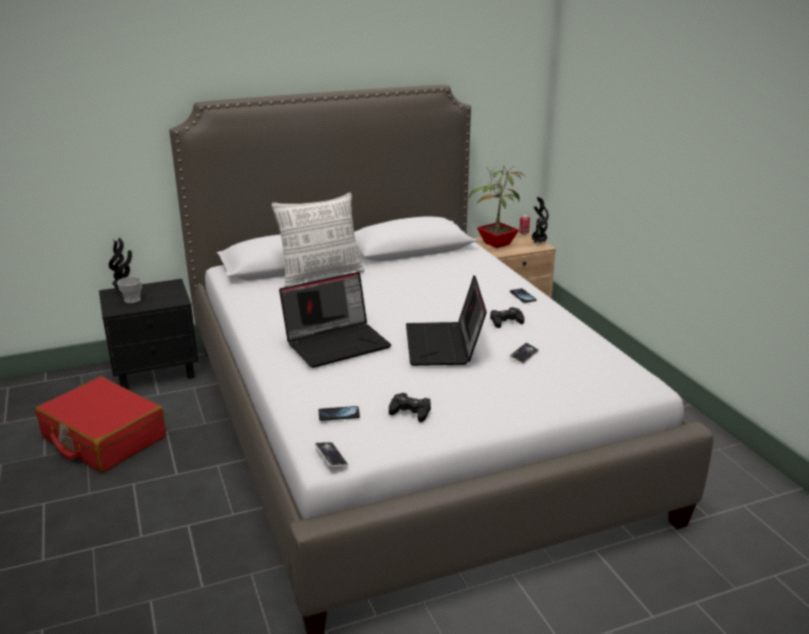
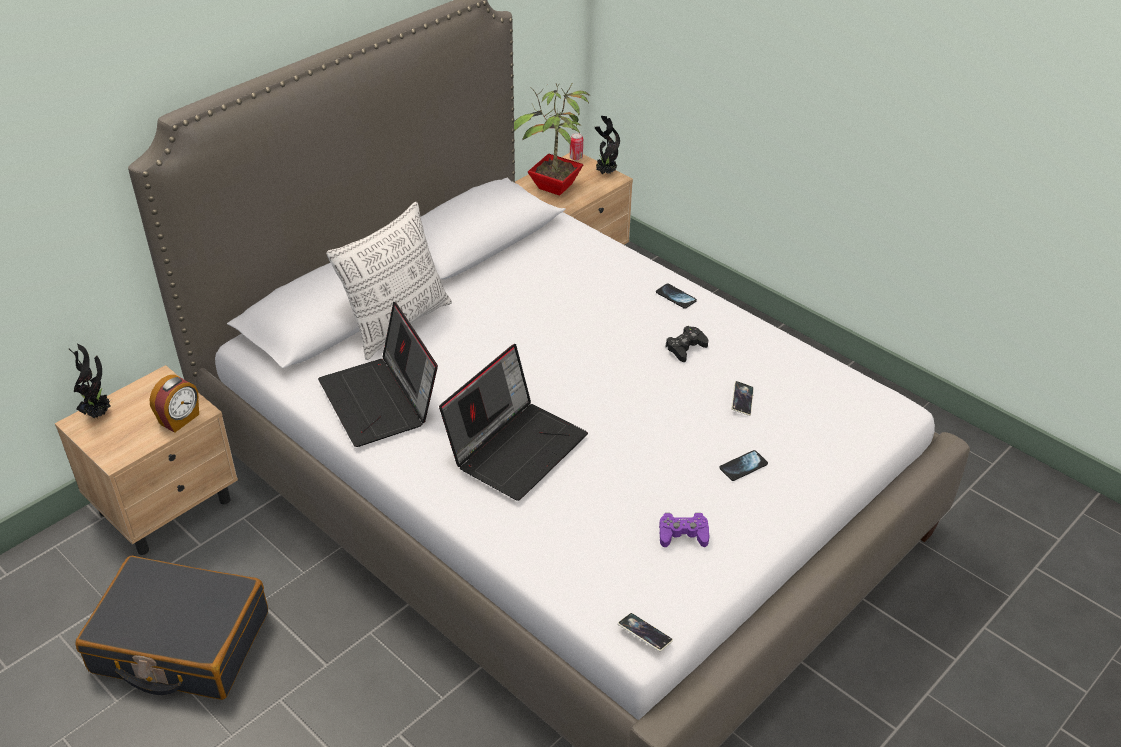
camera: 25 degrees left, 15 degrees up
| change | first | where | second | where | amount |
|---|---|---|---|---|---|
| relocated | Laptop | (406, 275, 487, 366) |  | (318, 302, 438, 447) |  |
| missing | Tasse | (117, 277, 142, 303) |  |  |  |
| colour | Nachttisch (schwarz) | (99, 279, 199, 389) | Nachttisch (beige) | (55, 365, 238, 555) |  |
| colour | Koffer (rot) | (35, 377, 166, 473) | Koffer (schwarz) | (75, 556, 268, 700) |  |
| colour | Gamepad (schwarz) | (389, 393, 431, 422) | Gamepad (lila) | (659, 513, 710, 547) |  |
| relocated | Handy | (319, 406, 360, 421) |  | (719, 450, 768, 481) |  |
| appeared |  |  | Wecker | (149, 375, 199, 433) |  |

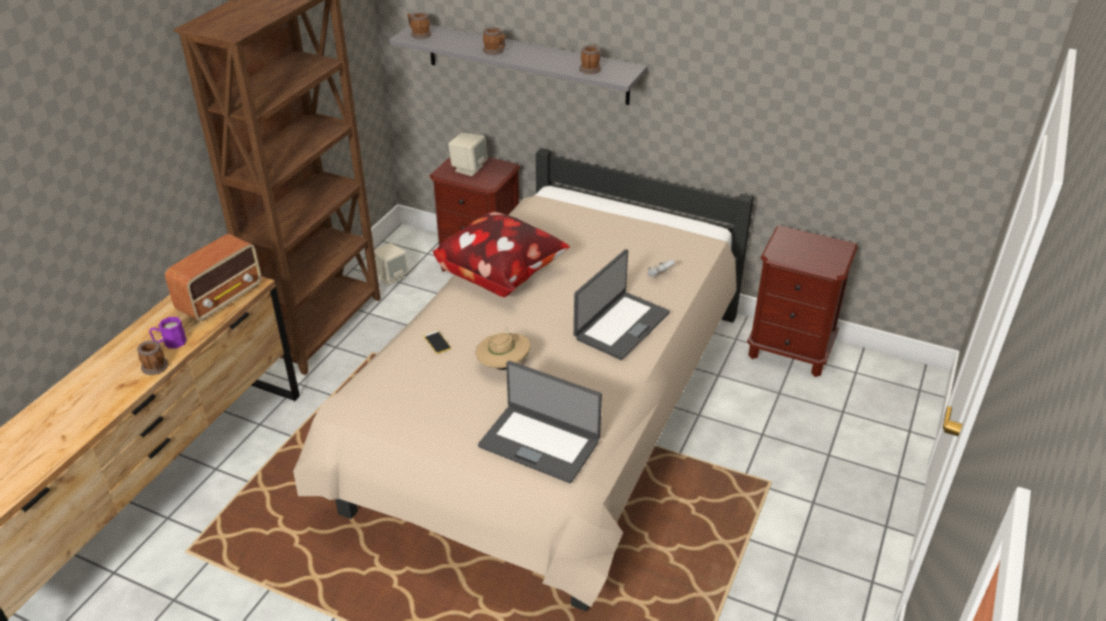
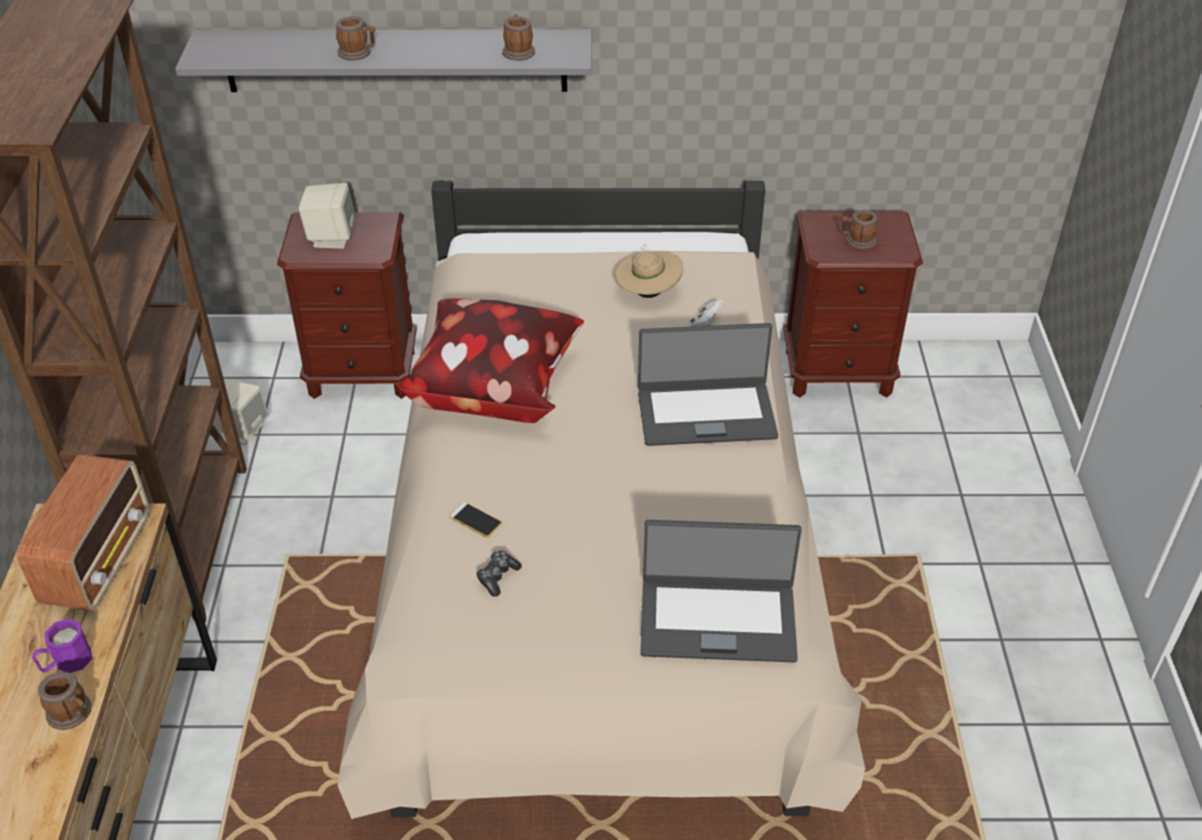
camera: 25 degrees left, 5 degrees up
| change | first | where | second | where | amount |
|---|---|---|---|---|---|
| relocated | Henkelbecher | (407, 12, 431, 39) |  | (841, 210, 877, 250) |  |
| spun | Laptop | (574, 249, 670, 360) |  | (638, 323, 778, 446) | 75 degrees clockwise |
| relocated | Hut (beige) | (475, 327, 530, 370) |  | (615, 245, 683, 298) |  |
| appeared |  |  | Gamepad | (476, 551, 522, 597) |  |

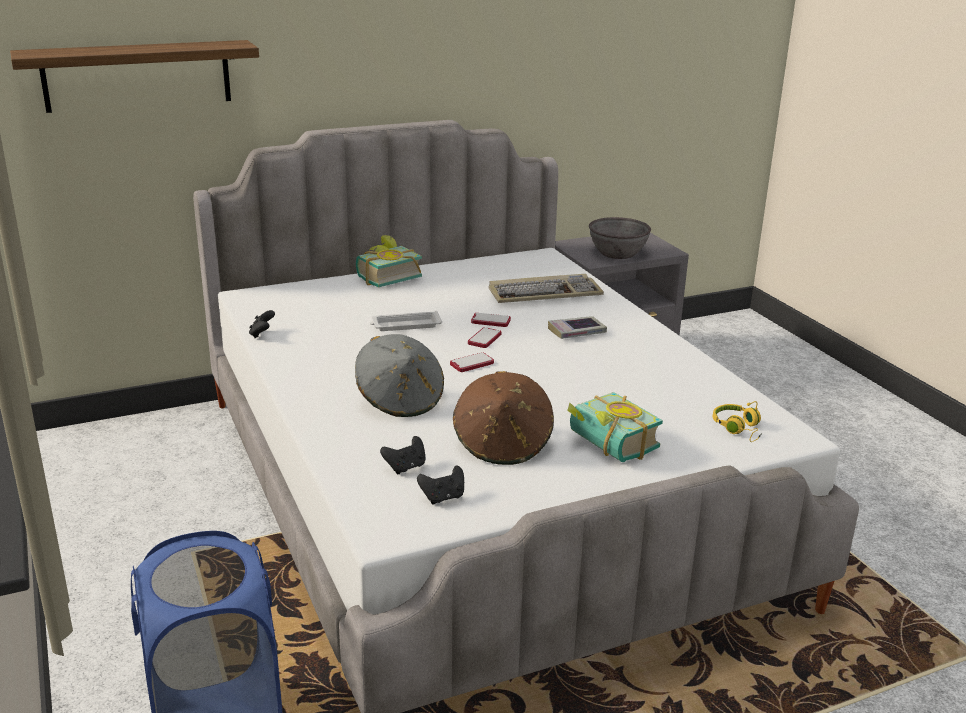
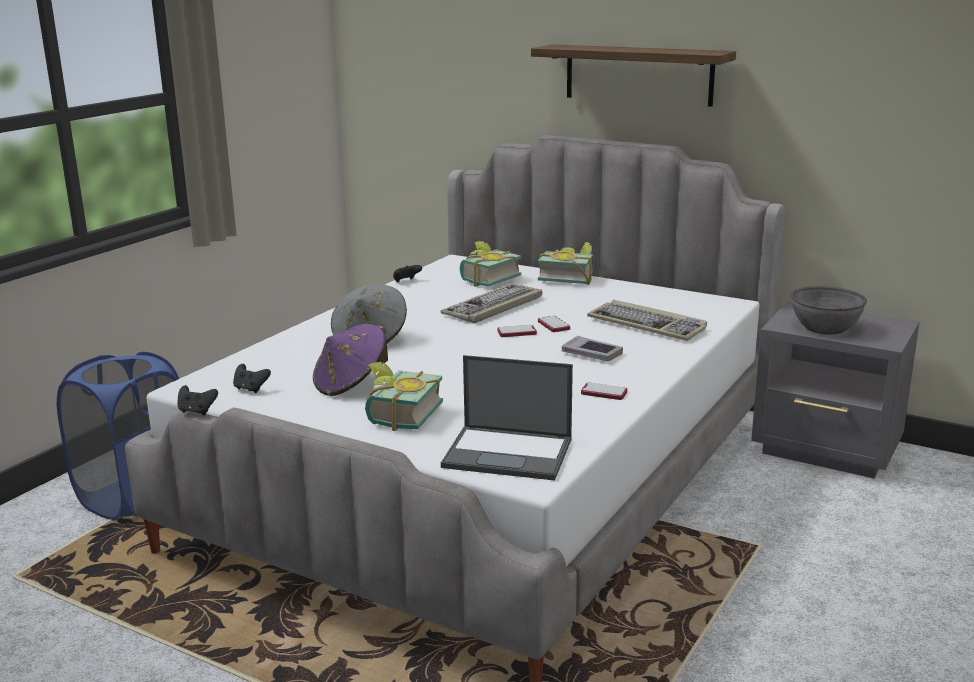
camera: 55 degrees right, 5 degrees down
| change | first | where | second | where | amount |
|---|---|---|---|---|---|
| relocated | Wandregal | (10, 40, 259, 113) |  | (531, 44, 736, 107) |  |
| exchanged | Tablett (weiß) | (370, 311, 442, 331) | Tastatur | (440, 284, 543, 323) |  |
| relocated | Handy | (450, 352, 494, 372) |  | (581, 382, 627, 400) |  |
| colour | Hut (braun) | (453, 371, 554, 465) | Hut (lila) | (313, 324, 388, 396) |  |
| exchanged | Kopfhörer (gelb) | (713, 401, 761, 442) | Laptop | (441, 355, 573, 481) |  |
| relocated | Gamepad (schwarz) | (380, 436, 426, 474) |  | (178, 385, 218, 415) |  |
| appeared |  |  | Buch | (460, 241, 521, 286) |  |

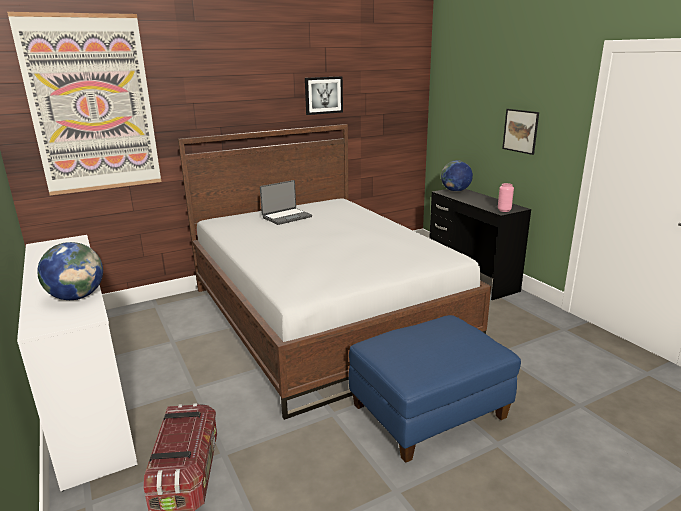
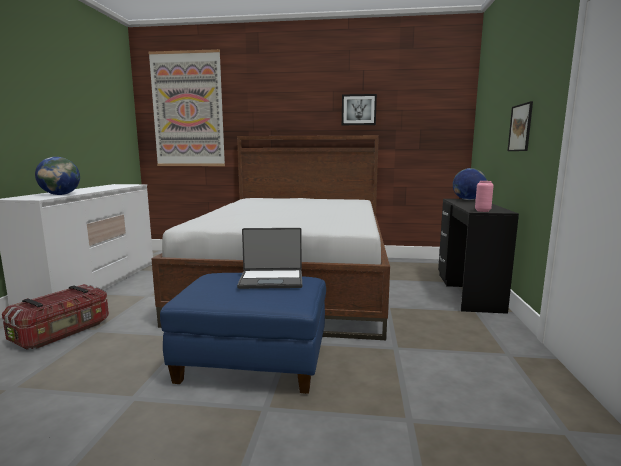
camera: 35 degrees right, 10 degrees down
| change | first | where | second | where | amount |
|---|---|---|---|---|---|
| relocated | Laptop | (260, 180, 312, 225) |  | (237, 228, 302, 289) |  |

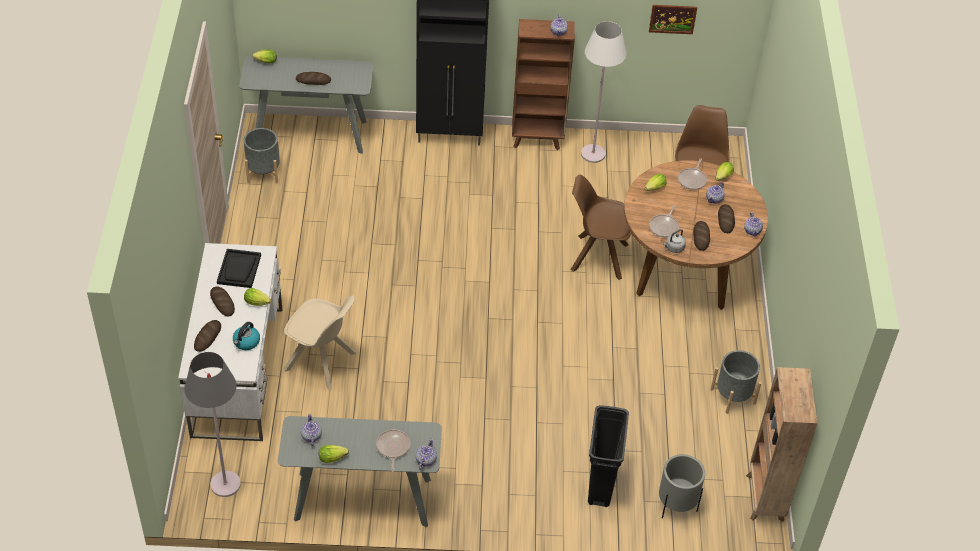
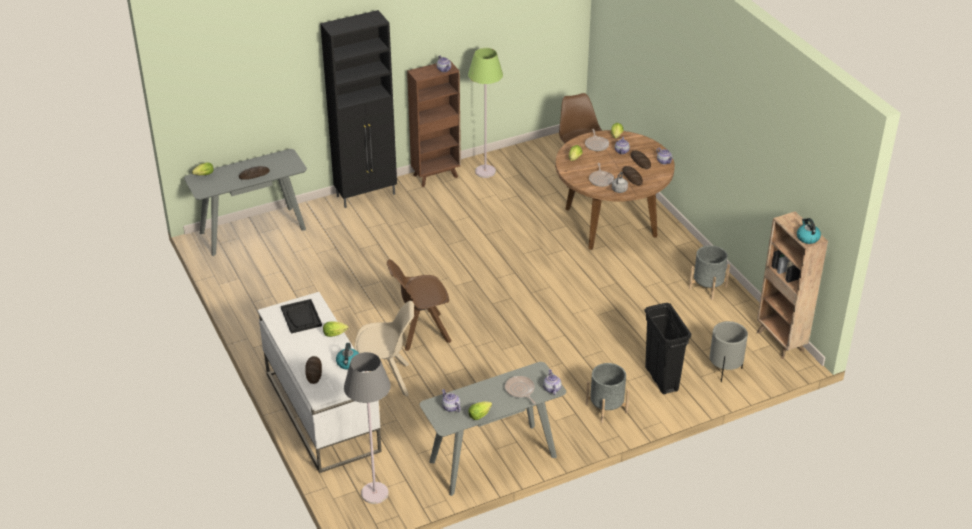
camera: 25 degrees left, 10 degrees down
| change | first | where | second | where | amount |
|---|---|---|---|---|---|
| missing | Bild | (649, 5, 697, 34) |  |  |  |
| colour | Stehlampe (weiß) | (581, 21, 626, 163) | Stehlampe (grün) | (468, 48, 503, 178) |  |
| relocated | Pflanzkübel (grau) | (244, 128, 280, 184) |  | (586, 363, 630, 423) |  |
| relocated | Stuhl (braun) | (570, 175, 631, 280) |  | (387, 260, 451, 351) |  |
| missing | Brot | (210, 287, 235, 316) |  |  |  |
| appeared |  |  | Wasserkessel | (797, 218, 821, 244) |  |

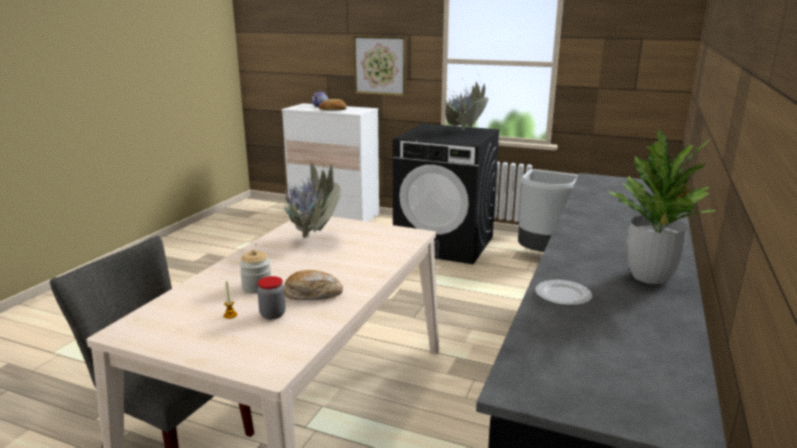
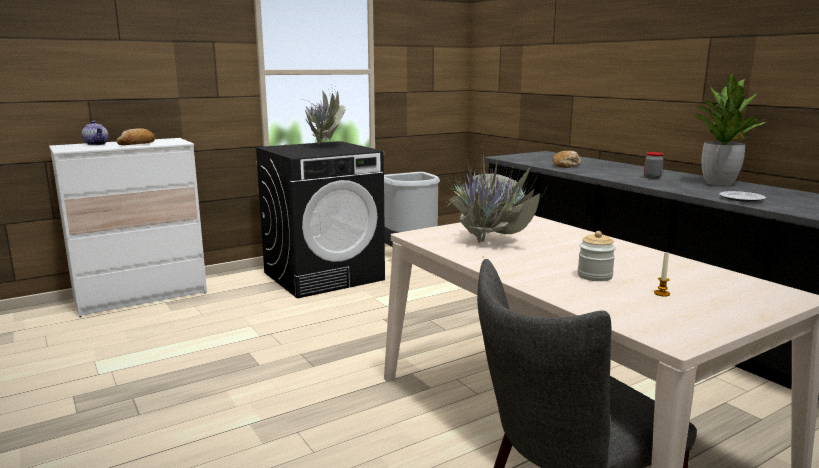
camera: 55 degrees left, 5 degrees down
| change | first | where | second | where | amount |
|---|---|---|---|---|---|
| missing | Bild | (353, 36, 406, 96) |  |  |  |
| relocated | Brot | (284, 270, 343, 300) |  | (552, 151, 581, 168) |  |
| relocated | Vorratsglas | (257, 276, 286, 320) |  | (644, 152, 664, 179) |  |

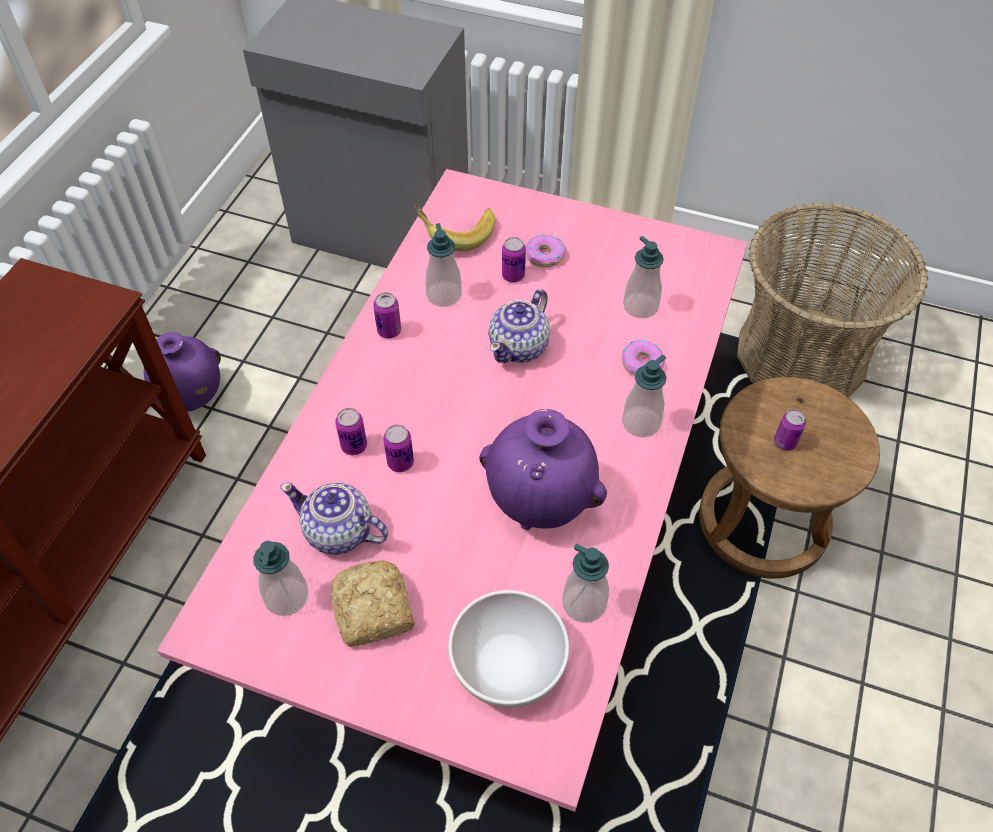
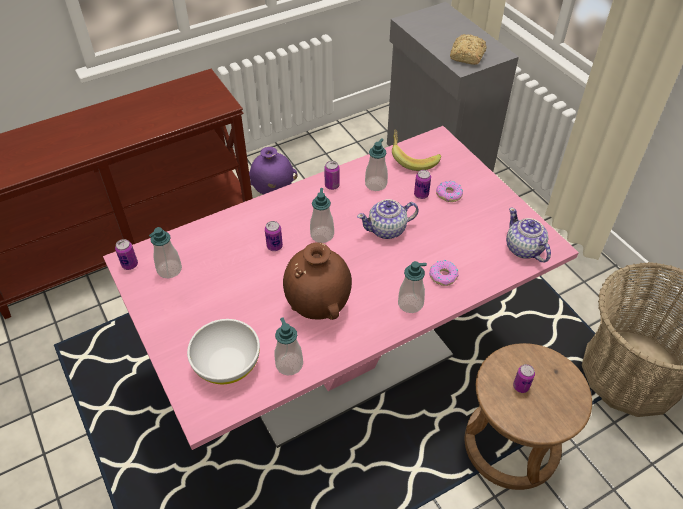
camera: 40 degrees right, 5 degrees down
| change | first | where | second | where | amount |
|---|---|---|---|---|---|
| relocated | Seifenspender | (623, 236, 664, 318) |  | (310, 188, 334, 243) |  |
| relocated | Dose | (335, 408, 367, 455) |  | (115, 239, 138, 270) |  |
| colour | Vase (lila) | (479, 409, 607, 530) | Vase (braun) | (283, 242, 352, 320) |  |
| relocated | Teekanne | (280, 482, 388, 555) |  | (506, 208, 551, 262) |  |
| relocated | Brot | (331, 560, 415, 647) |  | (450, 34, 487, 65) |  |

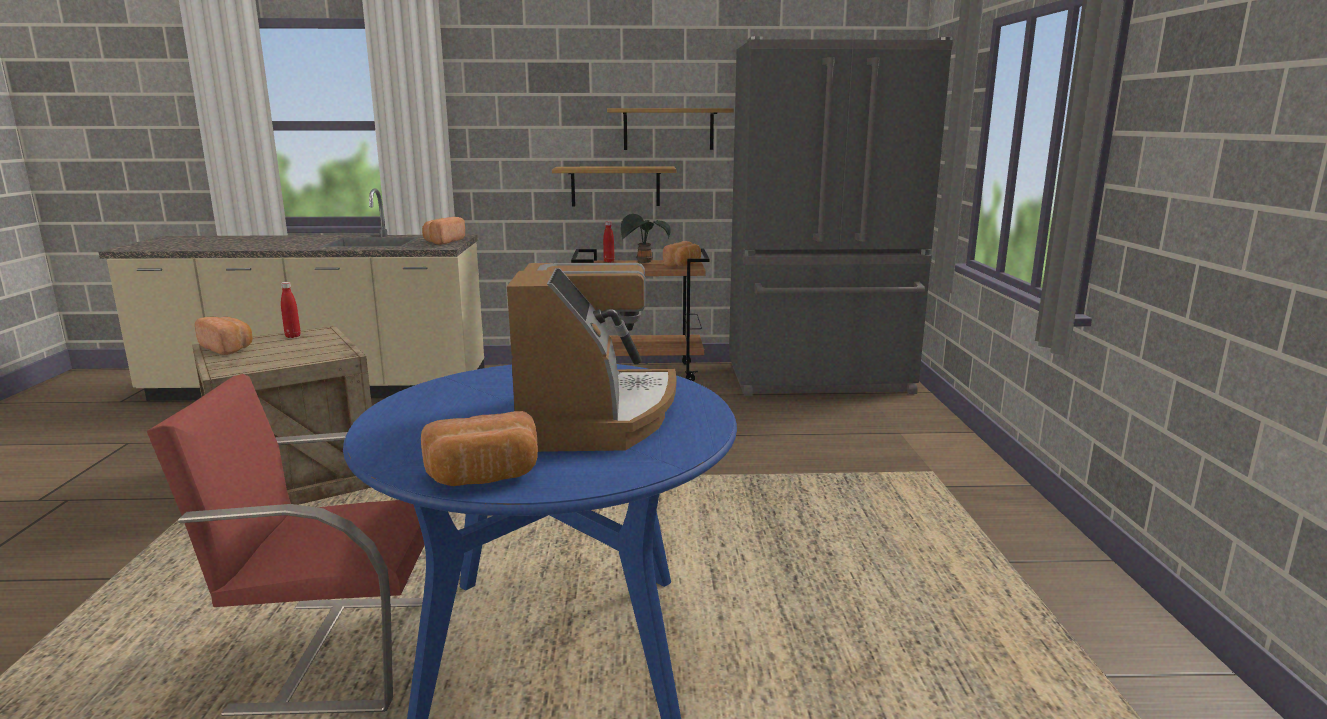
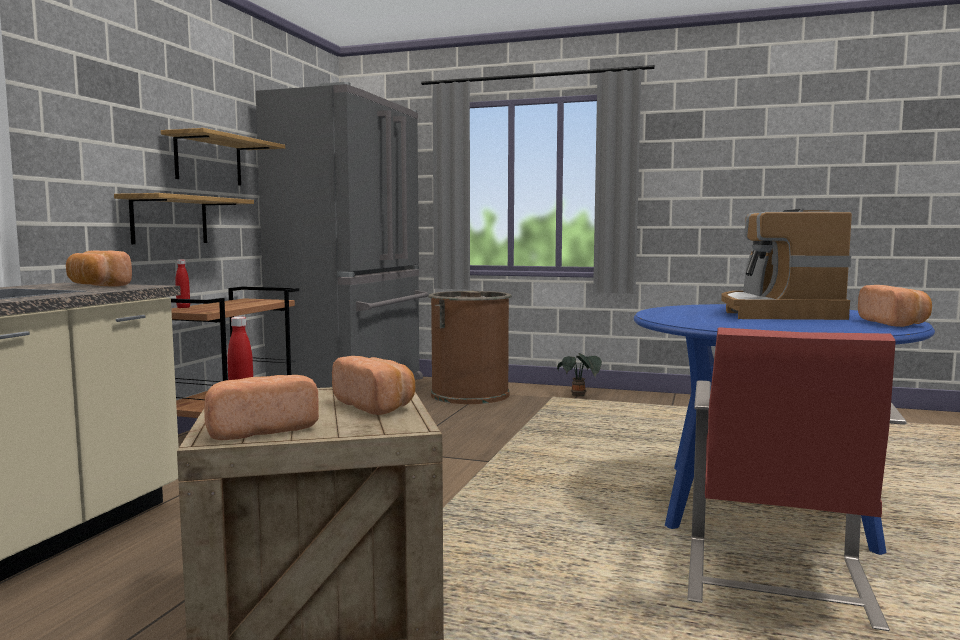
camera: 70 degrees left, 10 degrees down
| change | first | where | second | where | amount |
|---|---|---|---|---|---|
| relocated | Topfpflanze | (621, 214, 671, 263) |  | (557, 353, 602, 396) |  |
| relocated | Brot | (663, 241, 701, 267) |  | (332, 356, 415, 415) |  |
| spun | Kaffeemaschine | (507, 262, 676, 452) |  | (721, 209, 852, 320) | 105 degrees counterclockwise |
| appeared |  |  | Mülleimer (braun) | (428, 291, 512, 404) |  |

